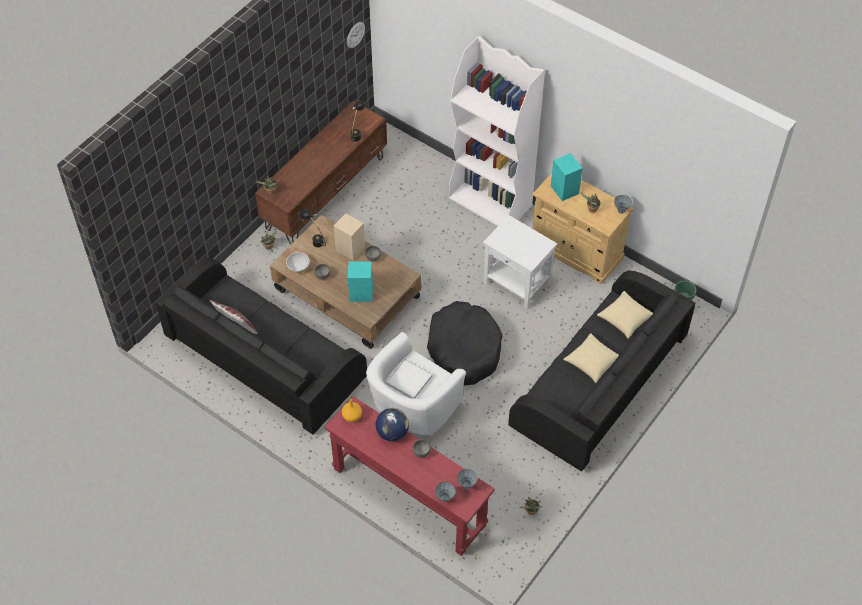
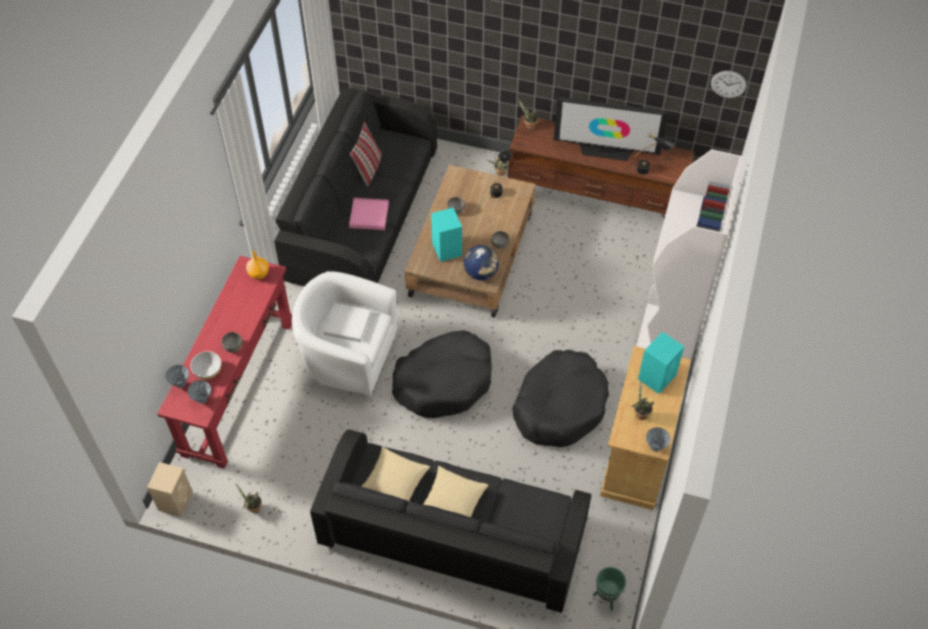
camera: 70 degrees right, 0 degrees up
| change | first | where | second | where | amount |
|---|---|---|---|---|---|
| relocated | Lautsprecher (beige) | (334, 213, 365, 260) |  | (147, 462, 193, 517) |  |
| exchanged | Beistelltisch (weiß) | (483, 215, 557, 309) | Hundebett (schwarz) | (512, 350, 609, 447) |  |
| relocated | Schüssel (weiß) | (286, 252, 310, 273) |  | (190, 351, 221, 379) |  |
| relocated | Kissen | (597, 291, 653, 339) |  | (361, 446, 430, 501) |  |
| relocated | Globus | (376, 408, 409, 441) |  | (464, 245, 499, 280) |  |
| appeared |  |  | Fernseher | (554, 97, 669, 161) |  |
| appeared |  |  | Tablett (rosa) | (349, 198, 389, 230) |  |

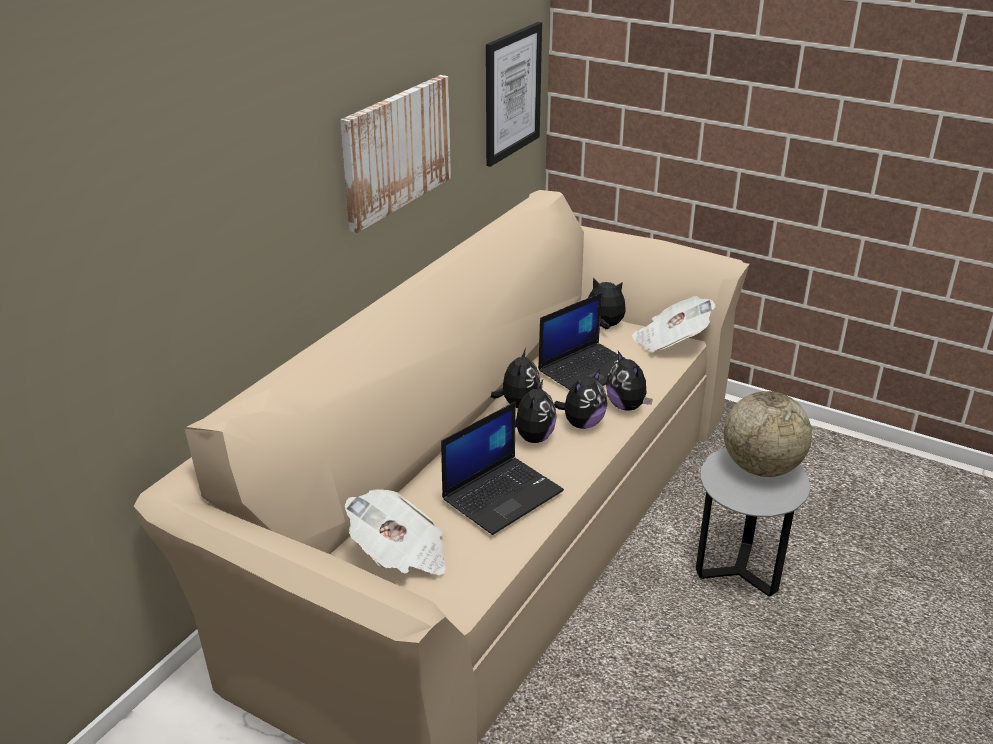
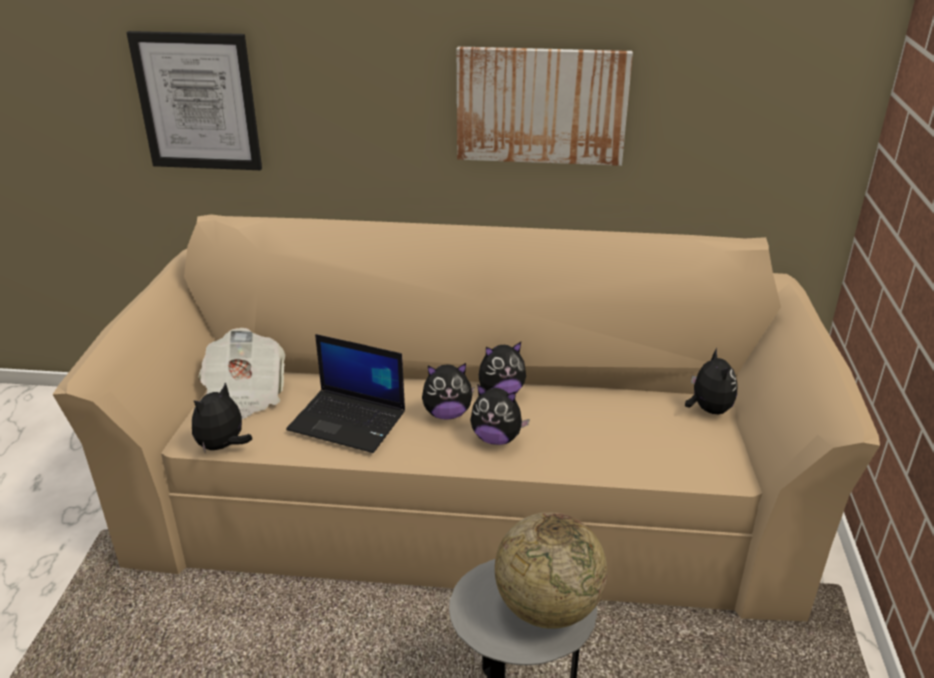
camera: 65 degrees right, 0 degrees up
| change | first | where | second | where | amount |
|---|---|---|---|---|---|
| relocated | Bild | (486, 22, 542, 167) |  | (127, 31, 262, 170) |  |
| missing | Laptop | (538, 293, 626, 390) |  |  |  |
| missing | Zeitung | (632, 296, 716, 353) |  |  |  |
| relocated | Plüschtier | (606, 351, 653, 411) |  | (192, 382, 252, 452) |  |

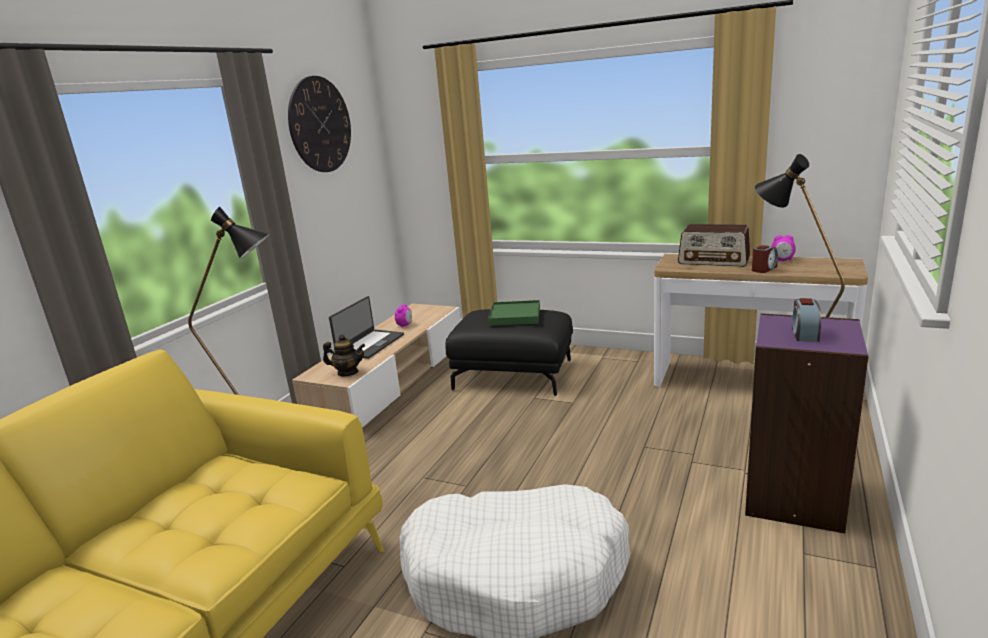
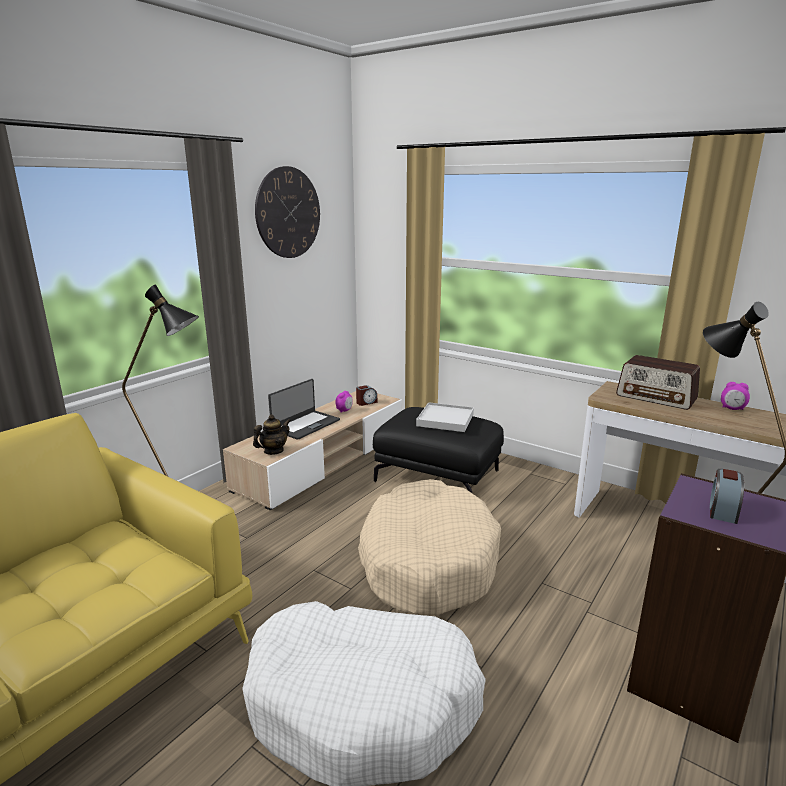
camera: 10 degrees right, 0 degrees up
| change | first | where | second | where | amount |
|---|---|---|---|---|---|
| relocated | Wecker | (752, 245, 778, 273) |  | (356, 385, 377, 406) |  |
| colour | Tablett (grün) | (488, 300, 540, 326) | Tablett (weiß) | (416, 402, 474, 432) |  |
| spun | Teekanne | (323, 334, 365, 376) |  | (253, 414, 290, 455) | 60 degrees counterclockwise |
| appeared |  |  | Hundebett (beige) | (358, 479, 501, 616) |  |

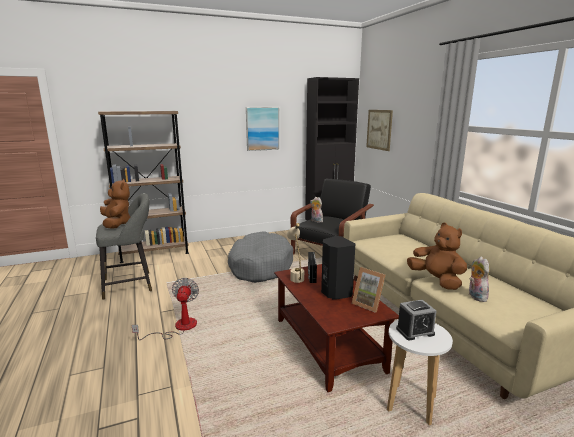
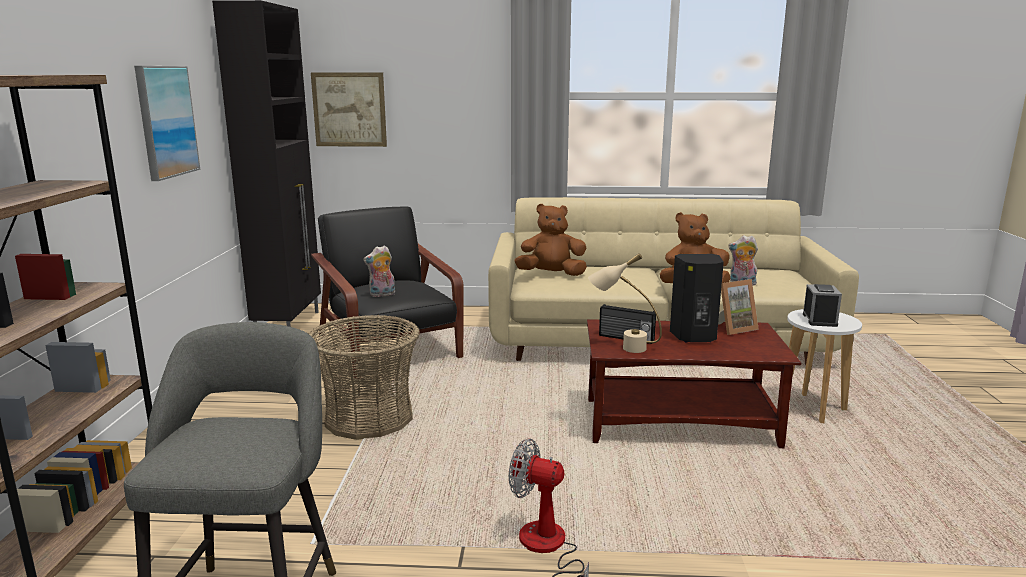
camera: 65 degrees left, 0 degrees up
| change | first | where | second | where | amount |
|---|---|---|---|---|---|
| relocated | Plüschtier (braun) | (100, 179, 130, 229) |  | (515, 204, 587, 276) |  |
| exchanged | Hundebett (grau) | (228, 232, 293, 283) | Korb | (309, 315, 420, 440) |  |

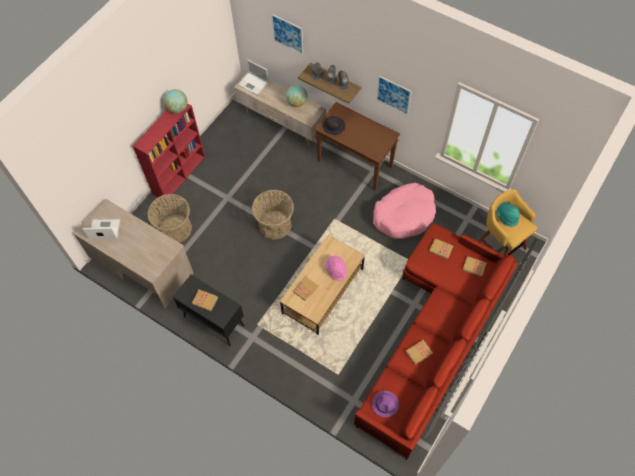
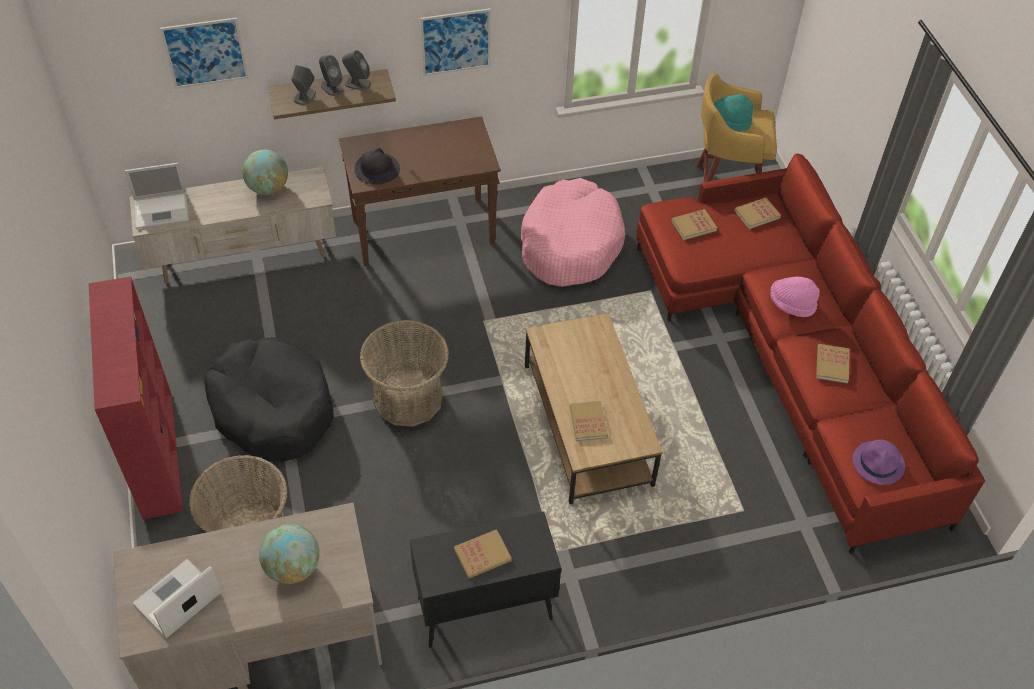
camera: 50 degrees left, 10 degrees down
| change | first | where | second | where | amount |
|---|---|---|---|---|---|
| relocated | Globus | (163, 89, 187, 113) |  | (259, 524, 320, 584) |  |
| relocated | Hut (rosa) | (325, 255, 347, 281) |  | (770, 277, 820, 317) |  |
| appeared |  |  | Hundebett (schwarz) | (204, 337, 334, 462) |  |

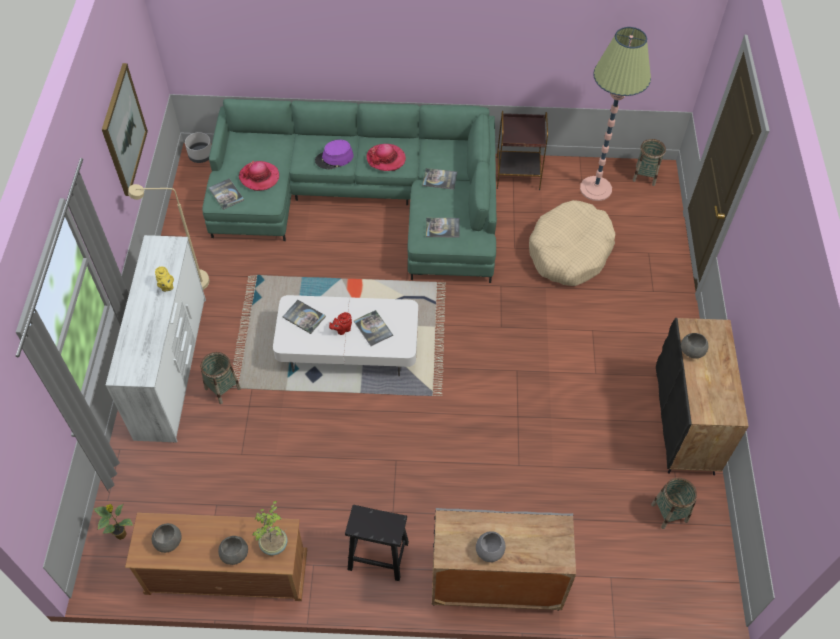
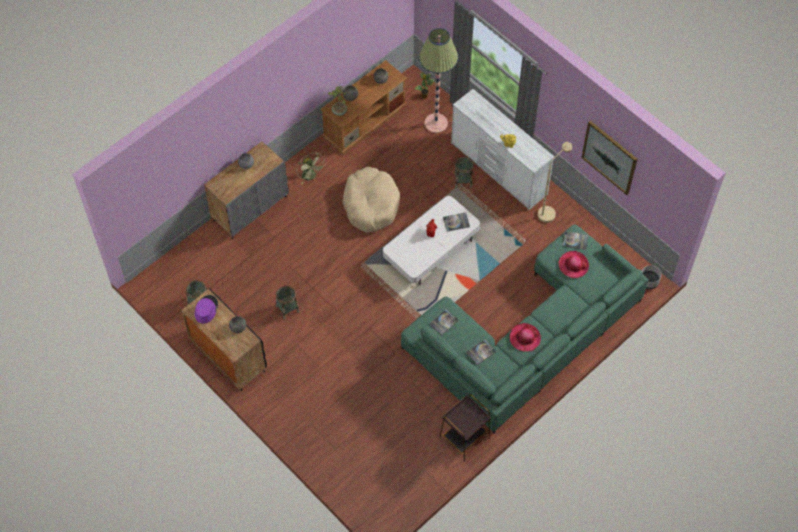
camera: 135 degrees right, 5 degrees up
| change | first | where | second | where | amount |
|---|---|---|---|---|---|
| relocated | Stehlampe | (580, 27, 651, 201) |  | (419, 28, 458, 133) |  |
| relocated | Korb | (633, 139, 666, 186) |  | (276, 286, 299, 320) |  |
| relocated | Hut (lila) | (315, 140, 354, 169) |  | (195, 295, 218, 324) |  |
| relocated | Hundebett (beige) | (529, 200, 616, 286) |  | (342, 166, 400, 232) |  |
| missing | Buch | (354, 310, 393, 346) |  |  |  |
| exchanged | Hocker (schwarz) | (345, 505, 409, 581) | Ventilator (grün) | (296, 152, 326, 184) |  |

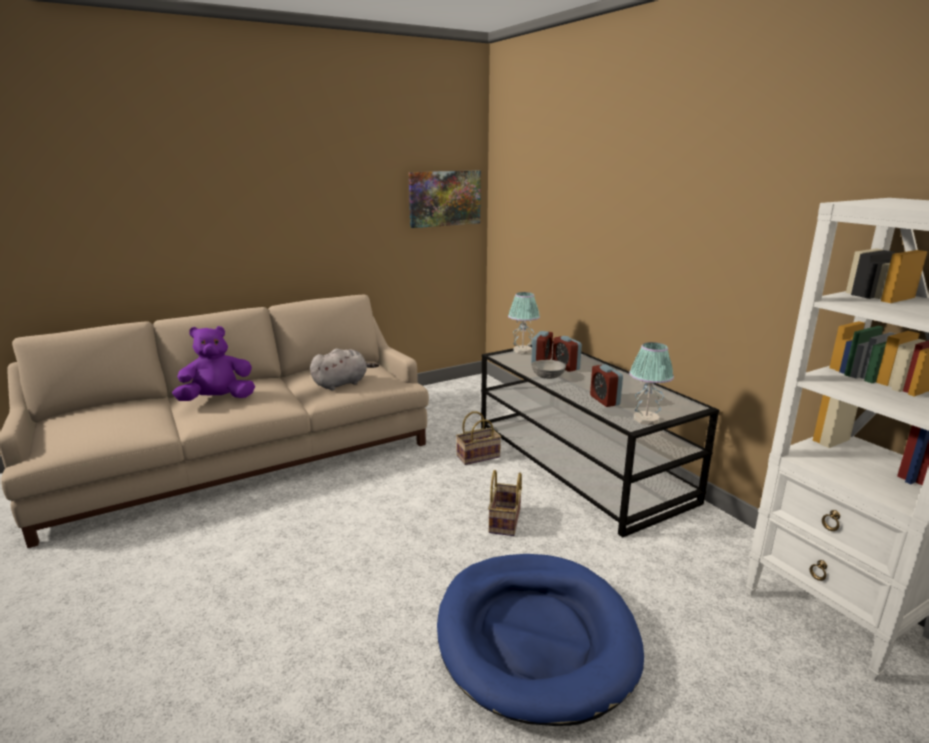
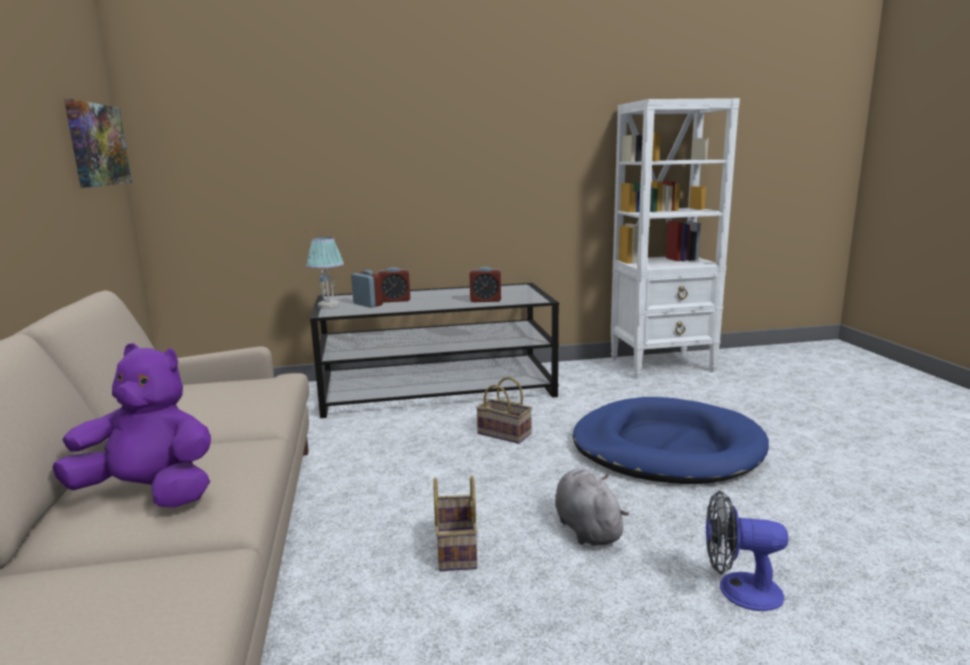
camera: 70 degrees left, 5 degrees down
| change | first | where | second | where | amount |
|---|---|---|---|---|---|
| spun | Plüschtier (lila) | (172, 326, 255, 401) |  | (53, 343, 211, 508) | 105 degrees clockwise |
| missing | Tischlampe | (629, 342, 674, 425) |  |  |  |
| relocated | Plüschtier (grau) | (310, 349, 379, 390) |  | (555, 469, 629, 546) |  |
| missing | Schüssel (grau) | (531, 360, 566, 379) |  |  |  |
| relocated | Korb | (456, 411, 501, 465) |  | (433, 476, 478, 571) |  |
| appeared |  |  | Ventilator | (706, 491, 788, 611) |  |

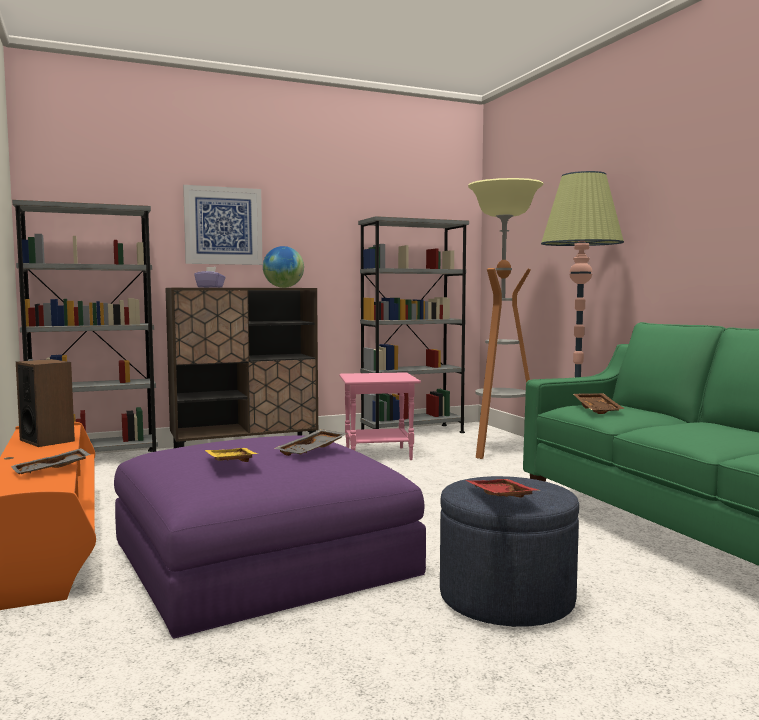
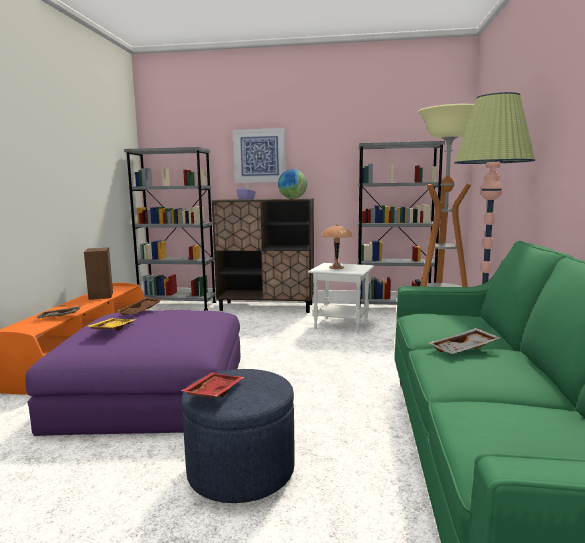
camera: 30 degrees right, 5 degrees up
| change | first | where | second | where | amount |
|---|---|---|---|---|---|
| colour | Beistelltisch (rosa) | (339, 372, 421, 460) | Beistelltisch (weiß) | (308, 263, 374, 334) |  |
| relocated | Tablett (braun) | (573, 393, 625, 414) |  | (116, 297, 163, 316) |  |
| relocated | Tablett (grau) | (274, 429, 347, 456) |  | (429, 328, 501, 354) |  |
| appeared |  |  | Tischlampe (braun) | (320, 224, 354, 269) |  |

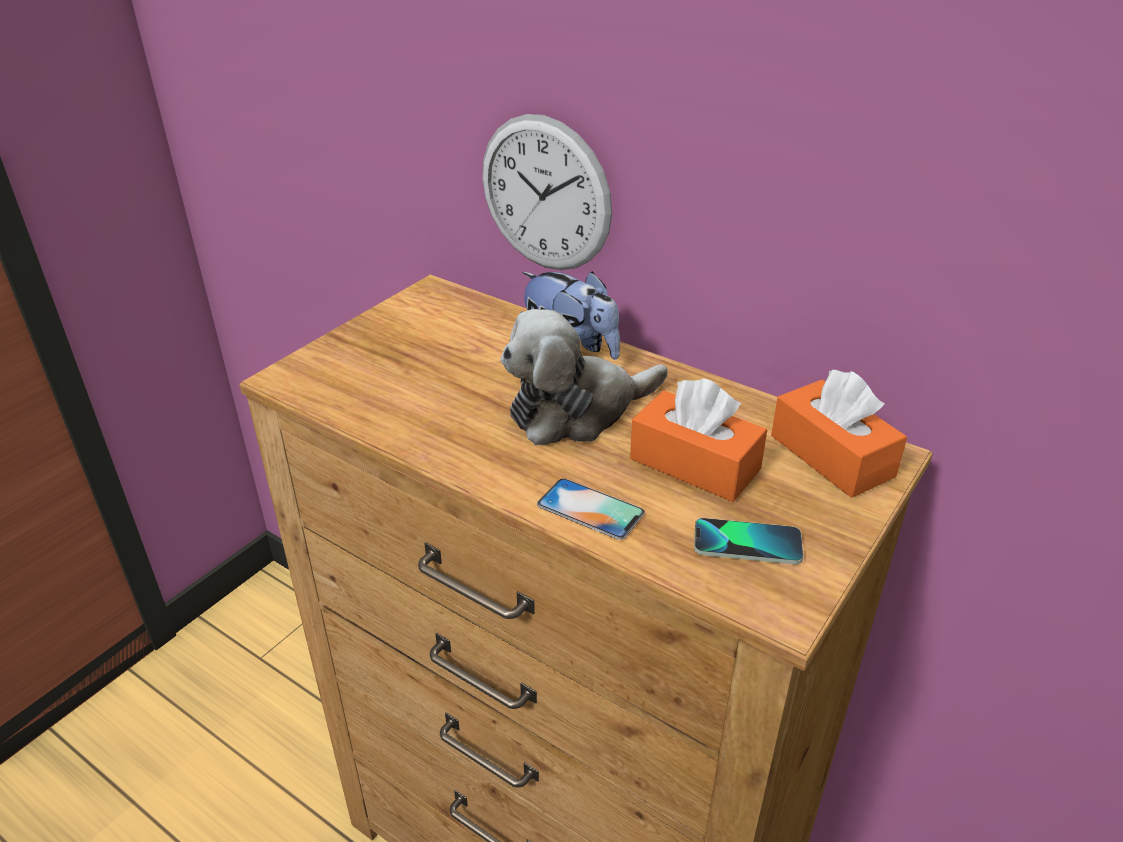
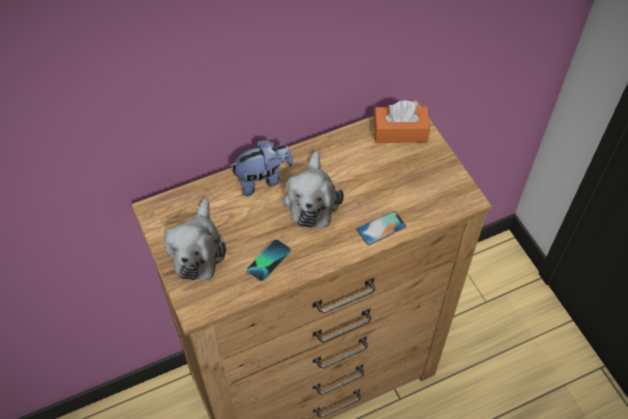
camera: 60 degrees left, 20 degrees up
| change | first | where | second | where | amount |
|---|---|---|---|---|---|
| missing | Wanduhr | (482, 114, 612, 270) |  |  |  |
| missing | Taschentuchbox (orange) | (630, 378, 767, 502) |  |  |  |
| relocated | Handy | (694, 518, 803, 564) |  | (247, 239, 291, 282) |  |
| appeared |  |  | Plüschtier | (165, 198, 226, 281) |  |

